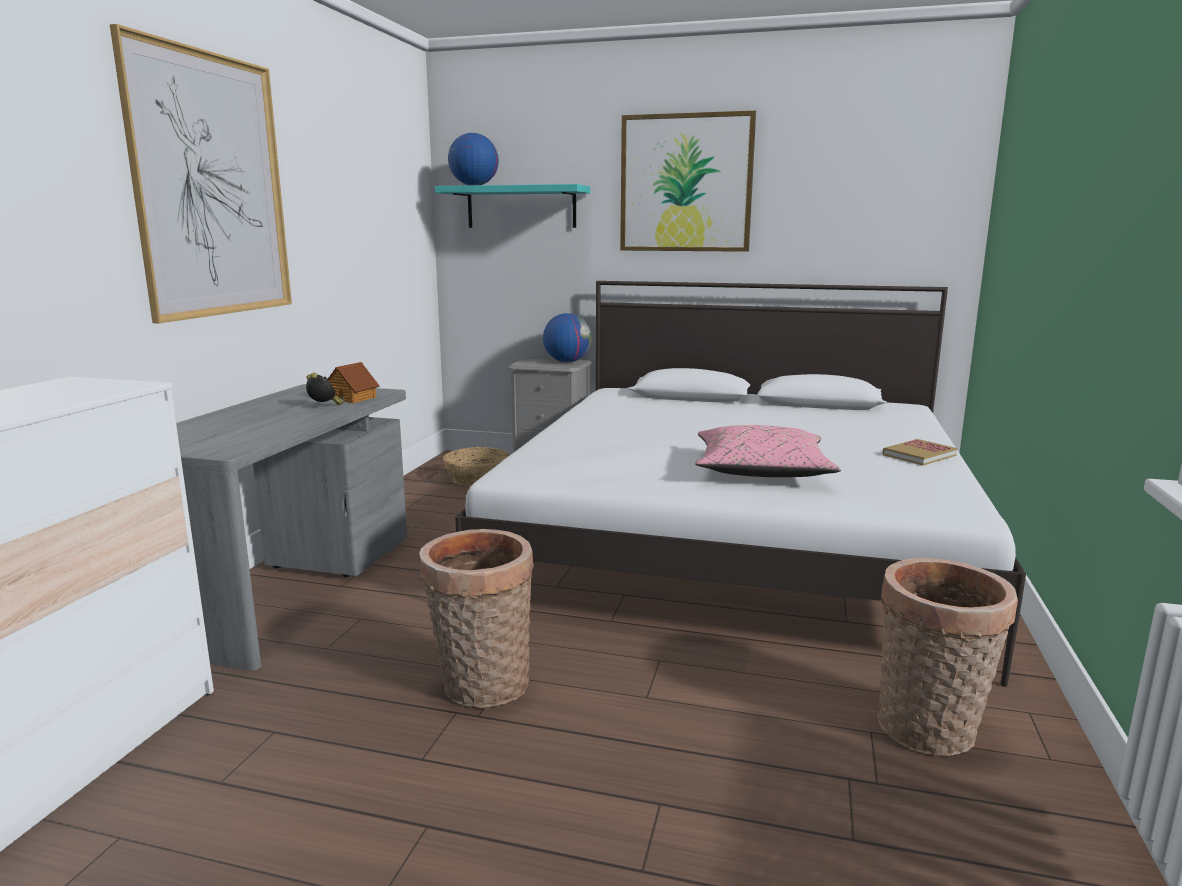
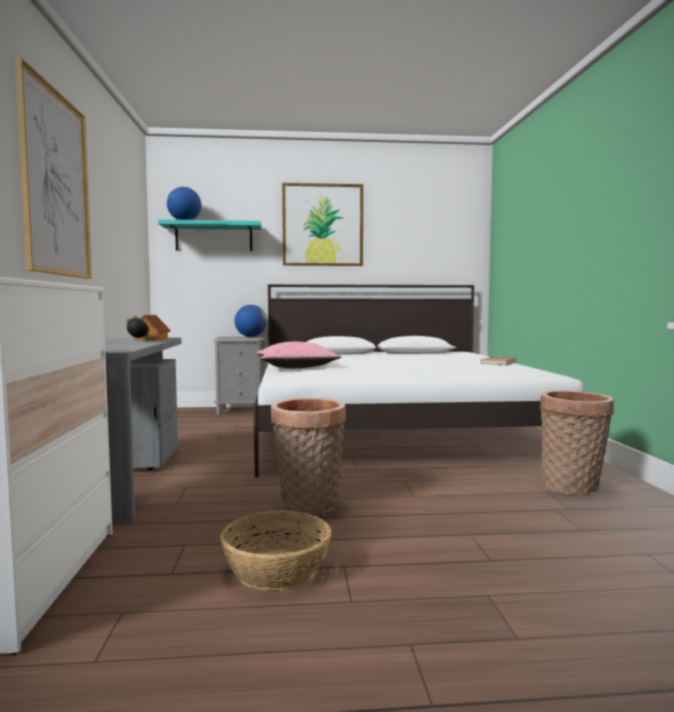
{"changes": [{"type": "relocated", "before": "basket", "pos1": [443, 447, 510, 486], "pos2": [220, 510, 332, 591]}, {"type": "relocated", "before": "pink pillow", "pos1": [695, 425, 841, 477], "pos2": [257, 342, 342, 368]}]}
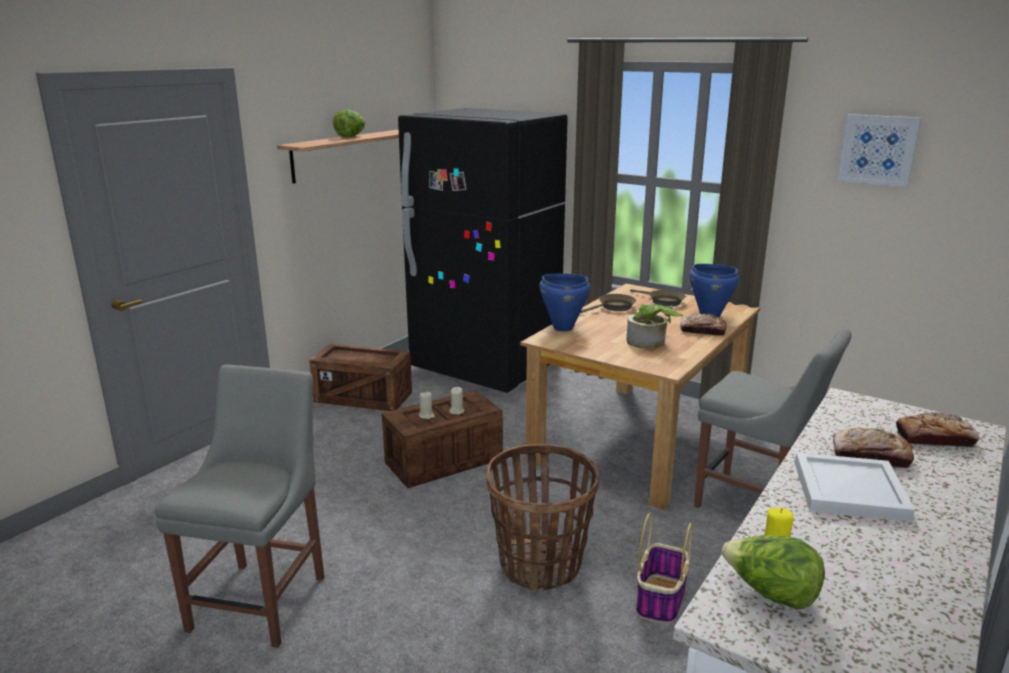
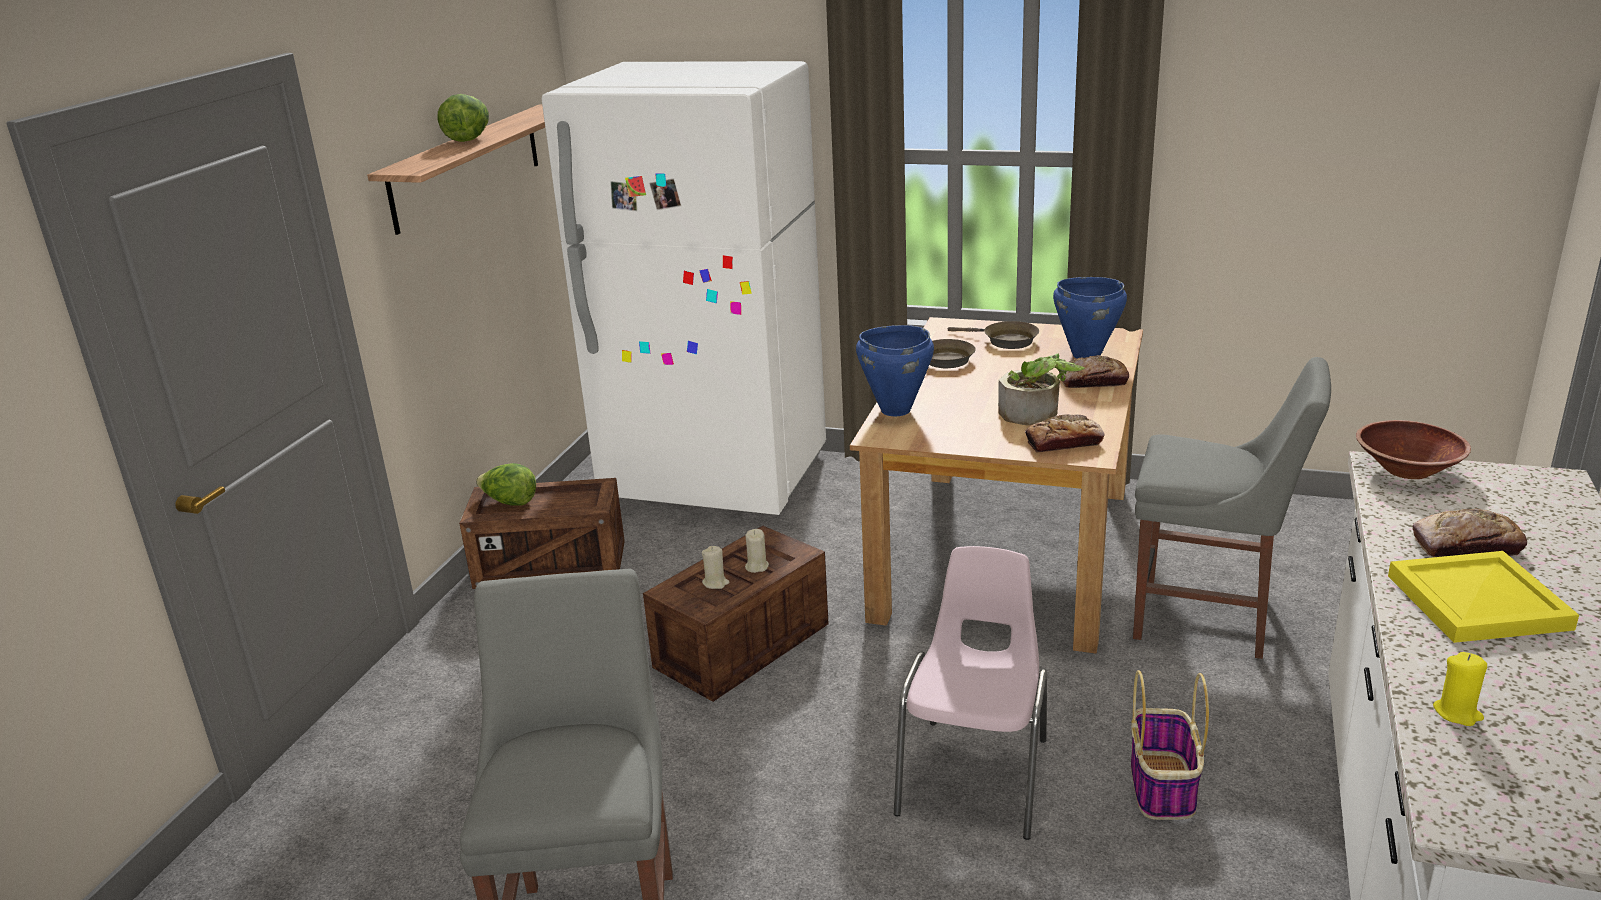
{"changes": [{"type": "missing", "before": "picture", "pos1": [837, 114, 921, 187]}, {"type": "appeared", "after": "brown bowl", "pos2": [1356, 420, 1471, 479]}, {"type": "relocated", "before": "lettuce", "pos1": [722, 535, 825, 609], "pos2": [476, 463, 536, 506]}, {"type": "relocated", "before": "bread", "pos1": [896, 412, 979, 447], "pos2": [1025, 414, 1104, 452]}, {"type": "exchanged", "before": "basket", "after": "pink chair", "pos1": [486, 444, 599, 592], "pos2": [894, 546, 1047, 840]}, {"type": "colour", "before": "black fridge", "after": "white fridge", "pos1": [398, 108, 568, 393], "pos2": [541, 61, 826, 515]}, {"type": "colour", "before": "white tray", "after": "yellow tray", "pos1": [795, 452, 915, 522], "pos2": [1388, 551, 1579, 643]}]}
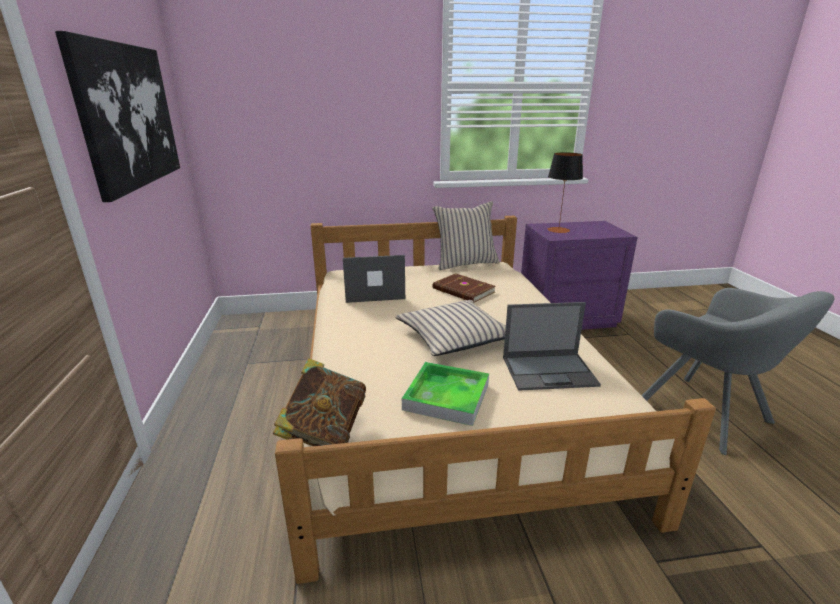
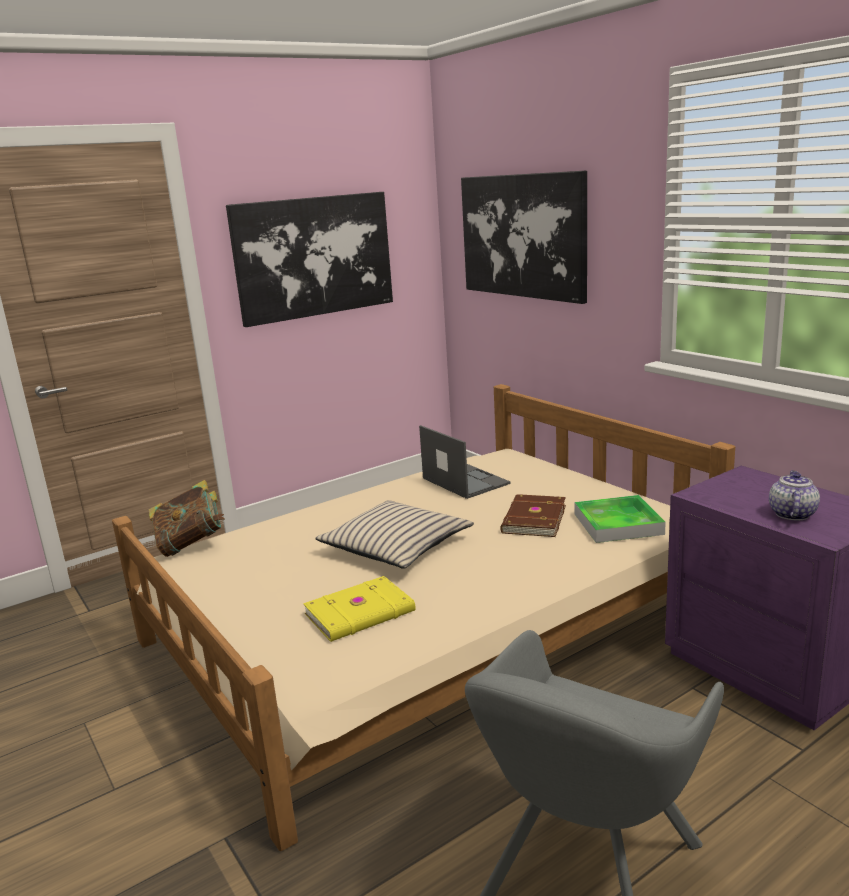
{"changes": [{"type": "missing", "before": "beige pillow", "pos1": [432, 201, 499, 270]}, {"type": "missing", "before": "table lamp", "pos1": [547, 152, 583, 233]}, {"type": "appeared", "after": "picture", "pos2": [461, 171, 587, 304]}, {"type": "appeared", "after": "teapot", "pos2": [769, 470, 820, 521]}, {"type": "relocated", "before": "tray", "pos1": [402, 362, 489, 426], "pos2": [574, 495, 666, 543]}, {"type": "exchanged", "before": "laptop", "after": "yellow book", "pos1": [503, 302, 601, 391], "pos2": [303, 576, 415, 642]}]}
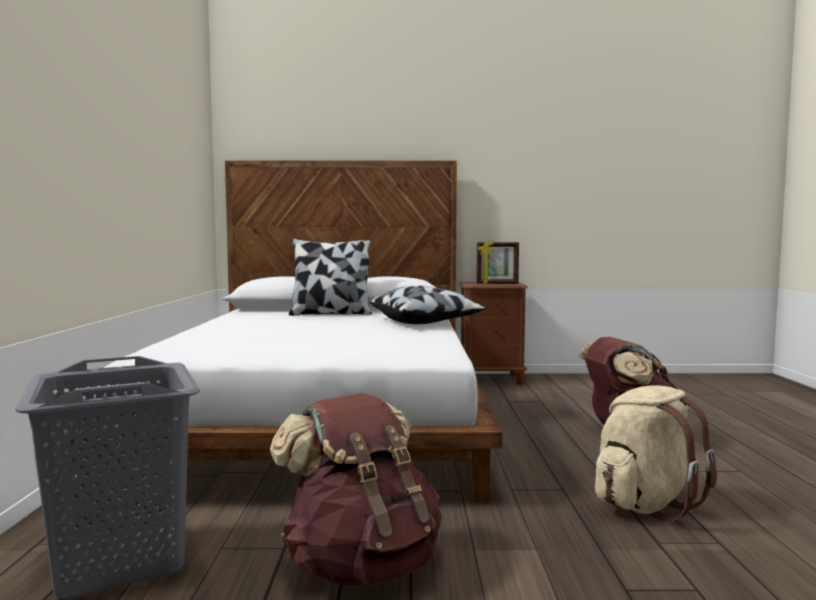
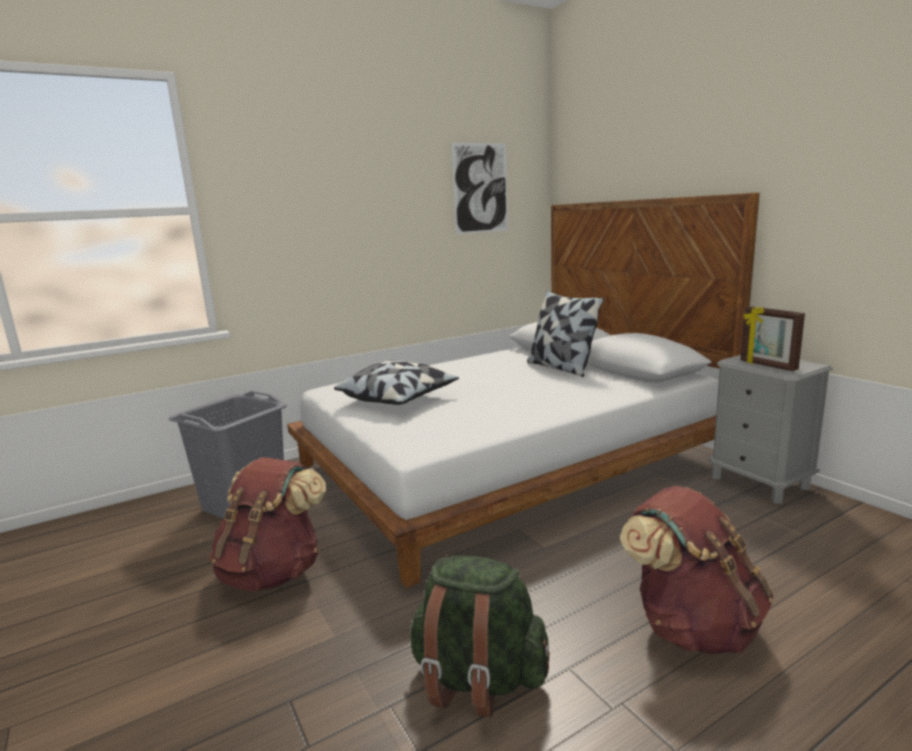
{"changes": [{"type": "appeared", "after": "picture", "pos2": [451, 143, 508, 234]}, {"type": "relocated", "before": "pillow", "pos1": [369, 285, 486, 324], "pos2": [334, 360, 459, 405]}, {"type": "colour", "before": "brown nightstand", "after": "grey nightstand", "pos1": [460, 282, 528, 385], "pos2": [709, 355, 833, 504]}, {"type": "colour", "before": "beige backpack", "after": "green backpack", "pos1": [595, 385, 717, 522], "pos2": [409, 556, 550, 718]}]}
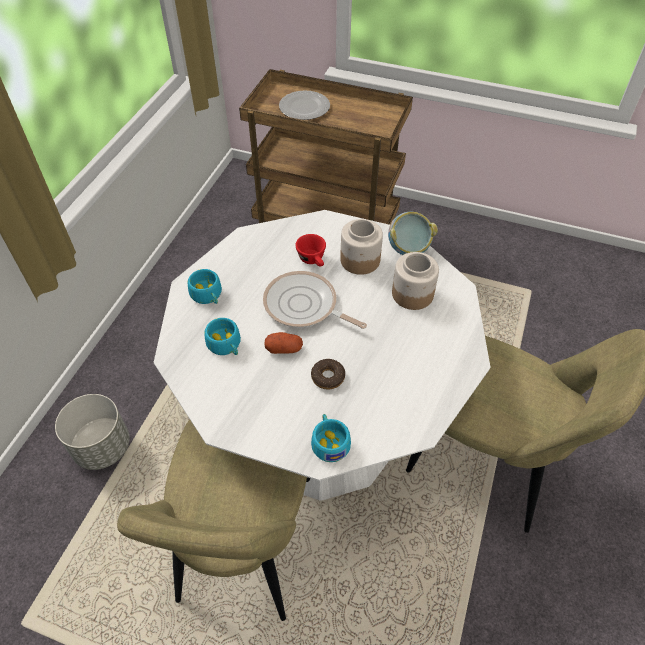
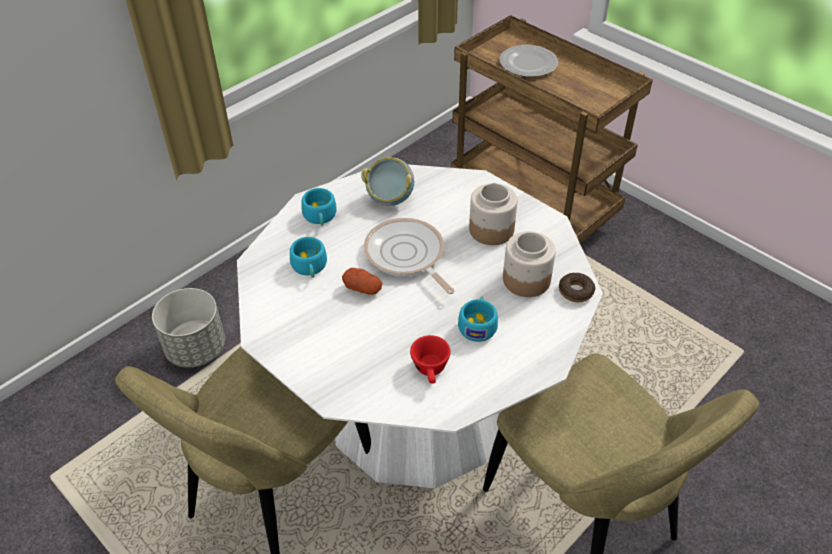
{"changes": [{"type": "relocated", "before": "red cup", "pos1": [295, 234, 326, 266], "pos2": [410, 335, 451, 383]}, {"type": "relocated", "before": "donut", "pos1": [311, 359, 345, 390], "pos2": [559, 273, 595, 302]}, {"type": "relocated", "before": "turquoise cup", "pos1": [311, 414, 351, 462], "pos2": [458, 297, 498, 342]}, {"type": "relocated", "before": "bowl", "pos1": [388, 212, 438, 255], "pos2": [361, 157, 414, 206]}]}
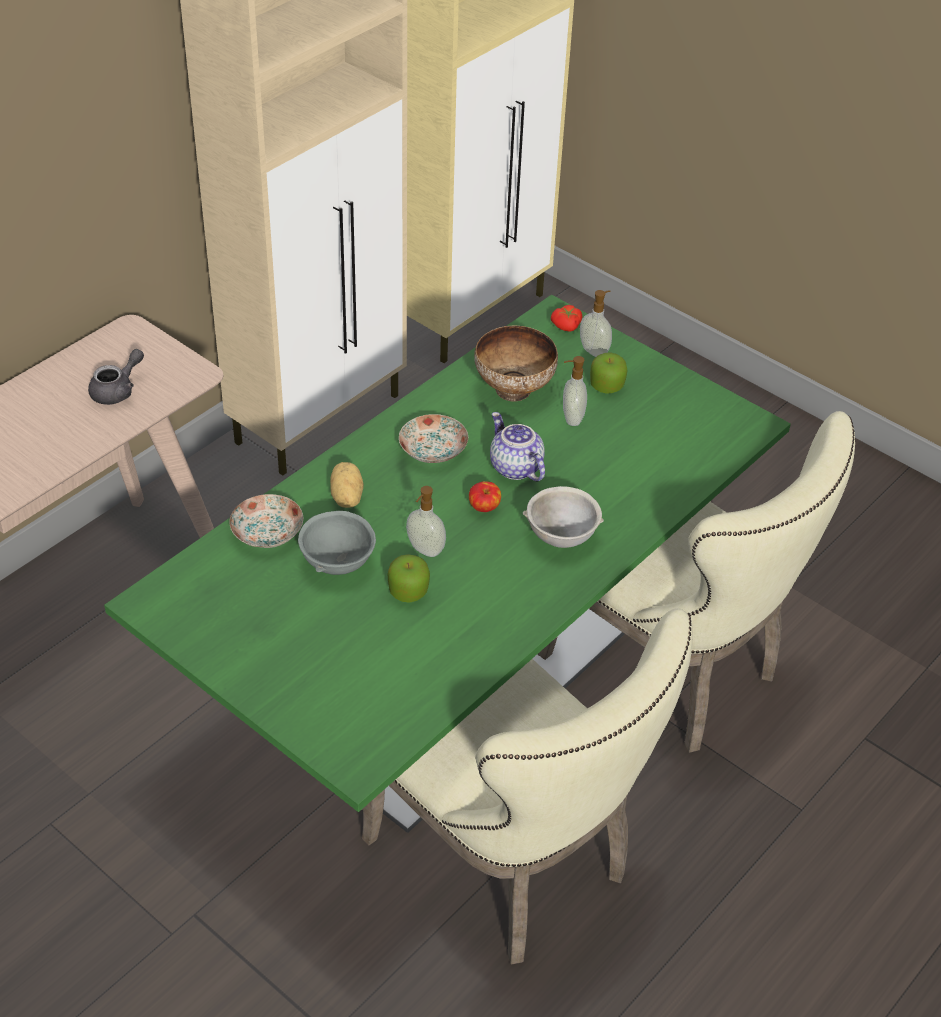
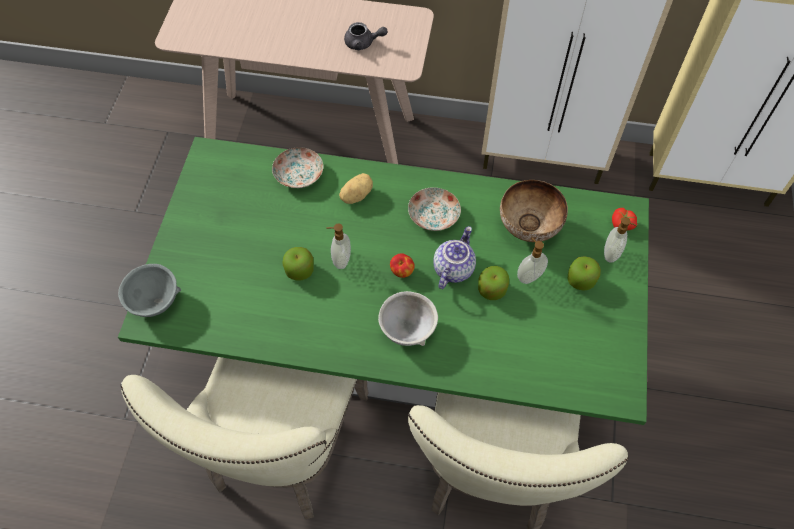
{"changes": [{"type": "appeared", "after": "apple", "pos2": [478, 266, 509, 300]}, {"type": "relocated", "before": "grey bowl", "pos1": [298, 511, 376, 575], "pos2": [118, 264, 181, 317]}]}
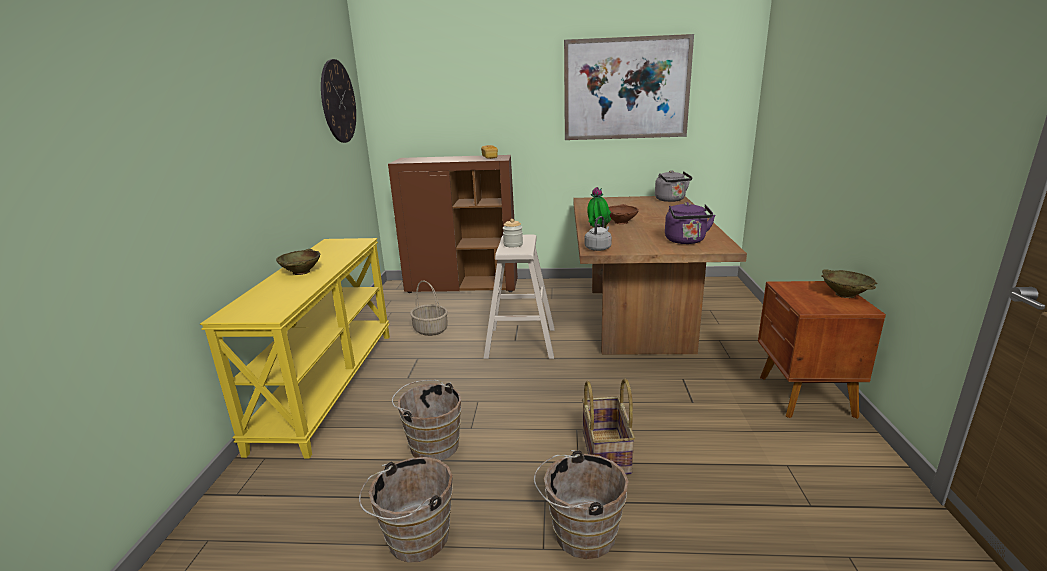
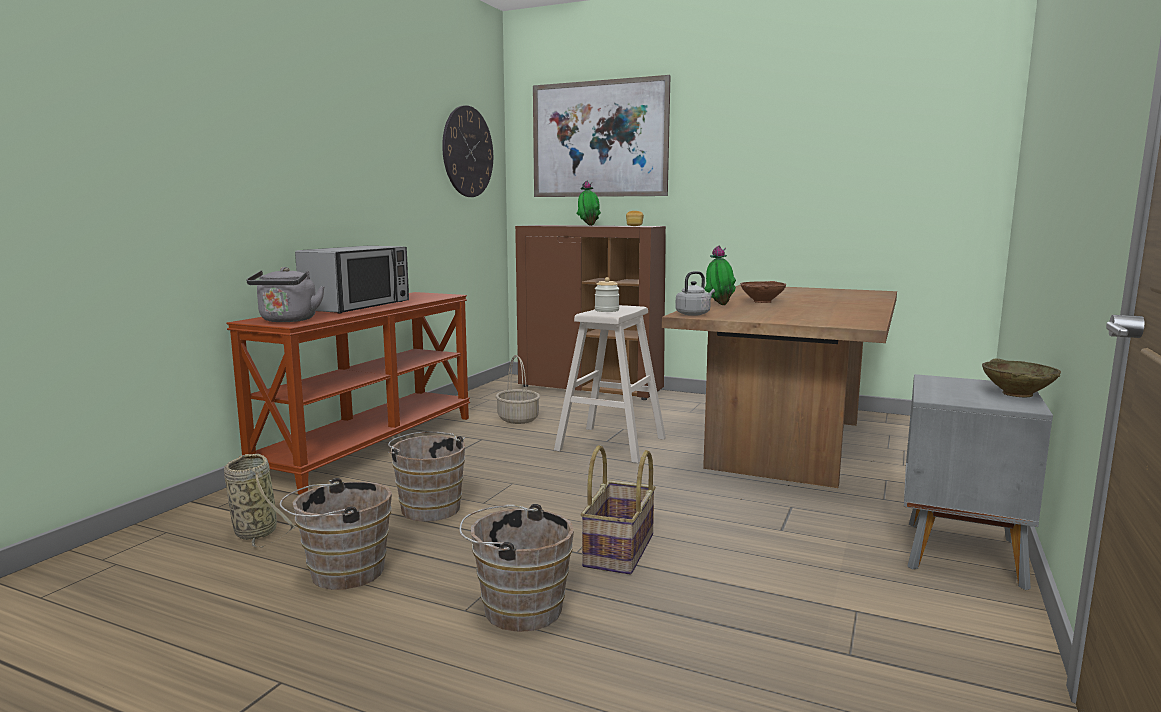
{"changes": [{"type": "missing", "before": "purple kettle", "pos1": [665, 202, 715, 244]}, {"type": "appeared", "after": "basket", "pos2": [224, 454, 297, 548]}, {"type": "appeared", "after": "potted plant", "pos2": [577, 181, 601, 226]}, {"type": "relocated", "before": "picture", "pos1": [564, 34, 694, 140], "pos2": [533, 75, 671, 197]}, {"type": "relocated", "before": "grey kettle", "pos1": [655, 170, 692, 202], "pos2": [246, 267, 325, 322]}, {"type": "exchanged", "before": "beige bowl", "after": "microwave", "pos1": [276, 249, 321, 275], "pos2": [295, 246, 409, 314]}, {"type": "colour", "before": "yellow console table", "after": "brown console table", "pos1": [200, 238, 390, 459], "pos2": [226, 292, 470, 494]}, {"type": "colour", "before": "brown nightstand", "after": "grey nightstand", "pos1": [758, 281, 886, 419], "pos2": [904, 374, 1053, 590]}]}
